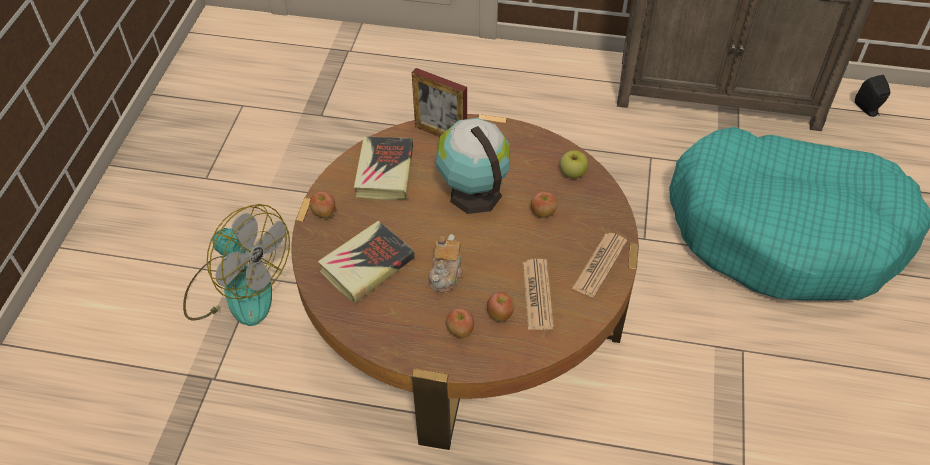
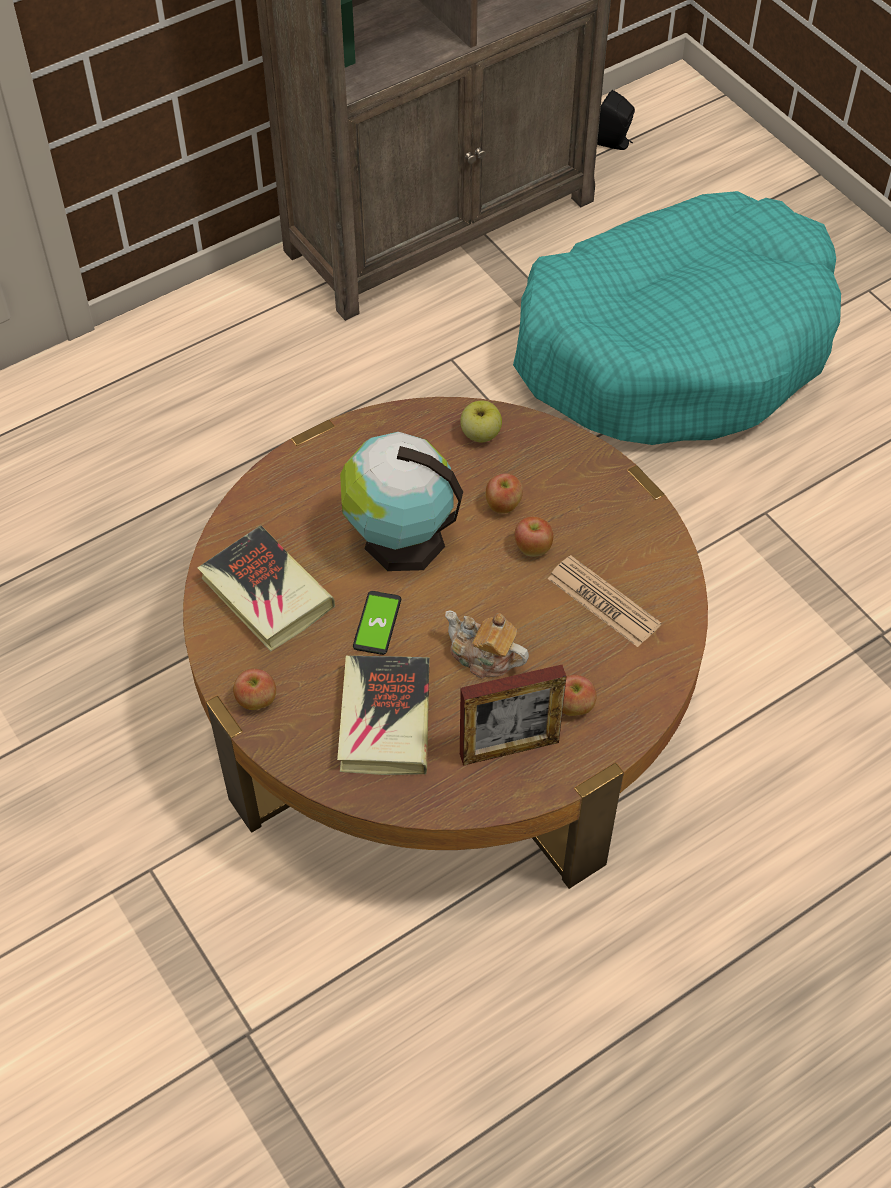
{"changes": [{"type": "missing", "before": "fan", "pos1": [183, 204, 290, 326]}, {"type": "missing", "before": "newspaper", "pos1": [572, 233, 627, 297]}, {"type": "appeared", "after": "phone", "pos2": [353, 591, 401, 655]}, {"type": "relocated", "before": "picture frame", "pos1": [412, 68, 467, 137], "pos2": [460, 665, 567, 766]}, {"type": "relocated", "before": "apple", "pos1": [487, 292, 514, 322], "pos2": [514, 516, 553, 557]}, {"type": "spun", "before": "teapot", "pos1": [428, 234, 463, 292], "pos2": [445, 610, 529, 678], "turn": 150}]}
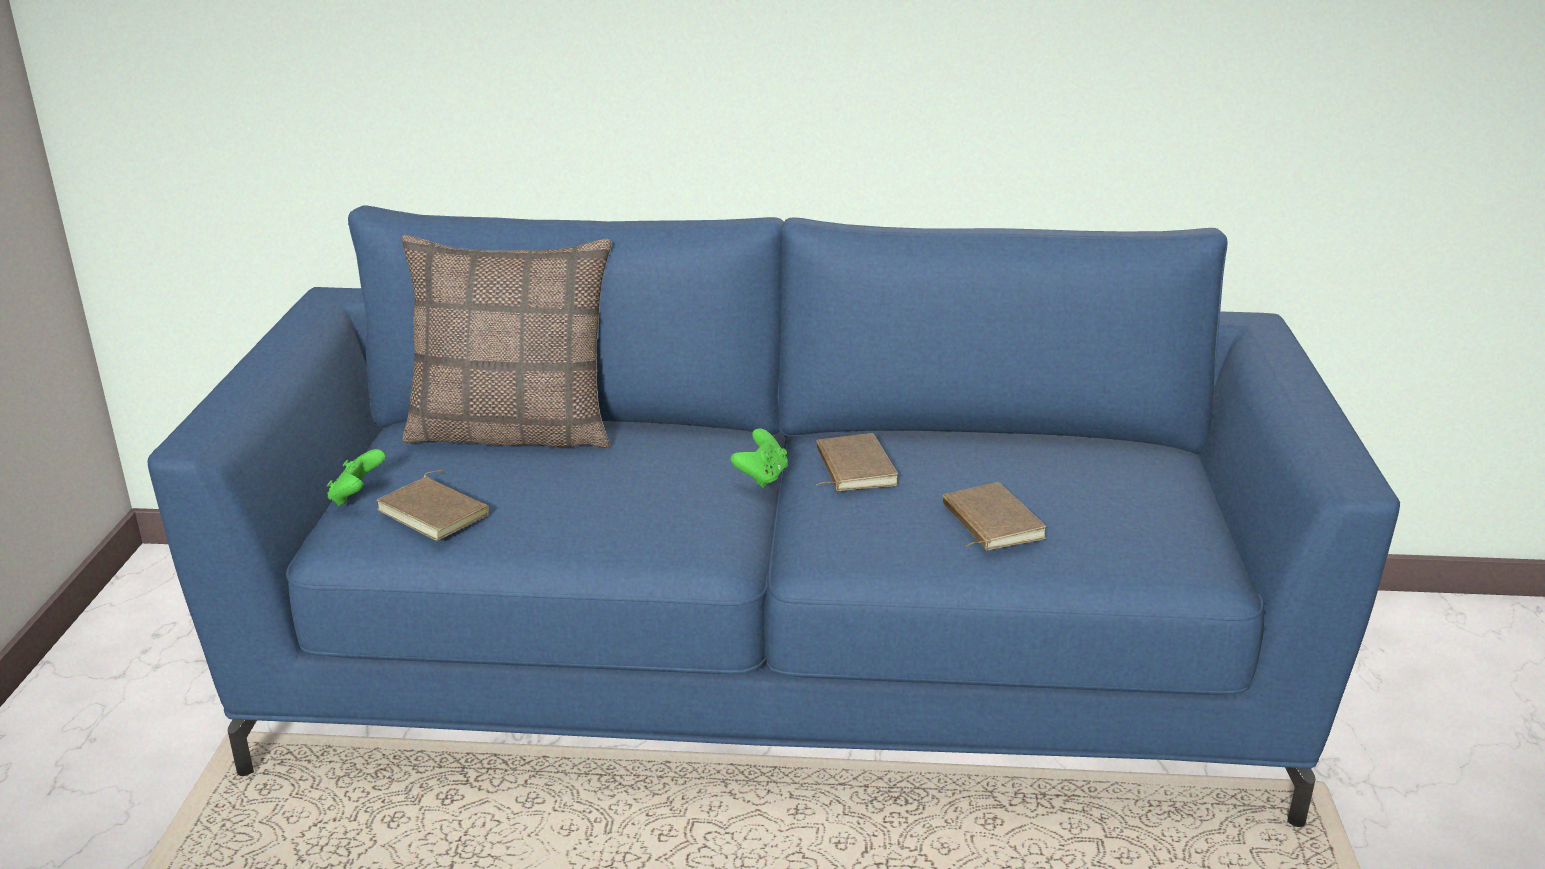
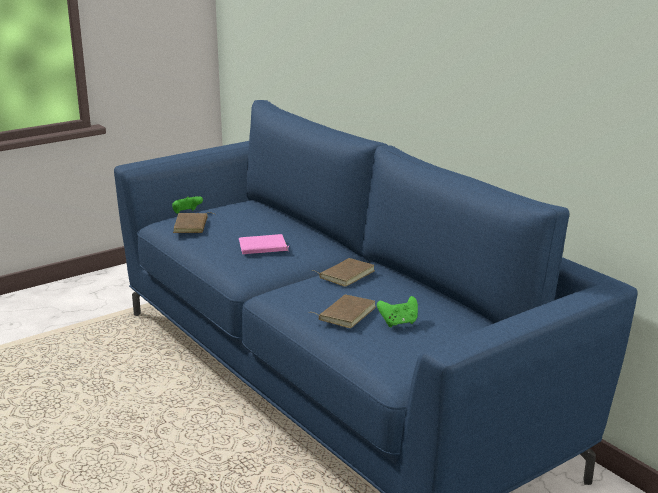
{"changes": [{"type": "missing", "before": "pillow", "pos1": [402, 235, 612, 449]}, {"type": "appeared", "after": "pink book", "pos2": [239, 234, 289, 254]}, {"type": "relocated", "before": "green game controller", "pos1": [730, 429, 788, 488], "pos2": [377, 296, 418, 327]}]}
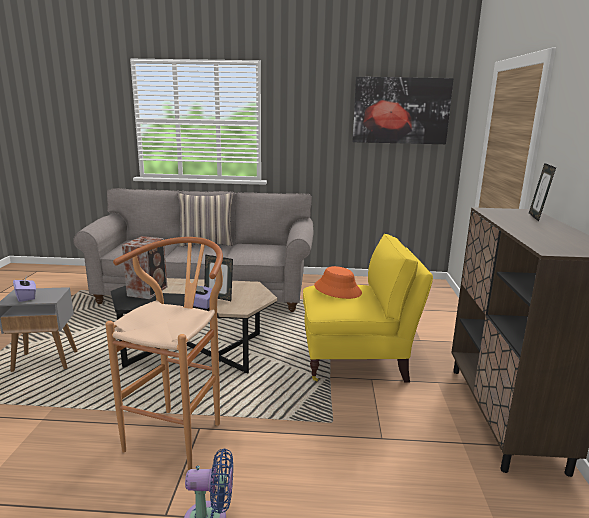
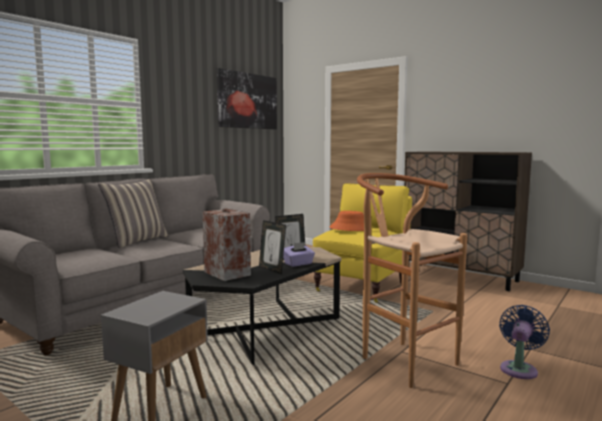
{"changes": [{"type": "missing", "before": "purple tissue box", "pos1": [13, 278, 36, 302]}, {"type": "relocated", "before": "picture frame", "pos1": [529, 163, 556, 222], "pos2": [259, 220, 286, 274]}]}
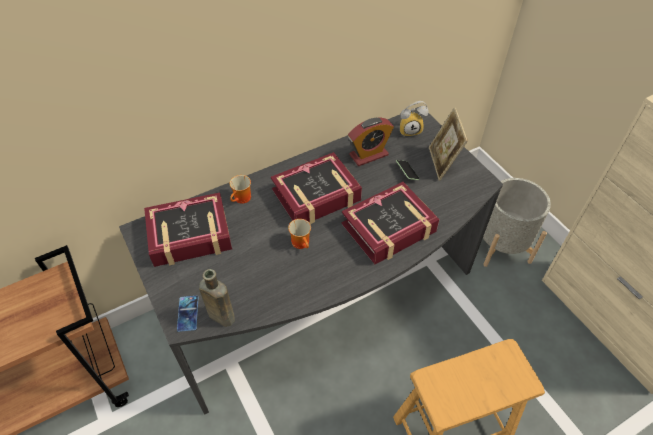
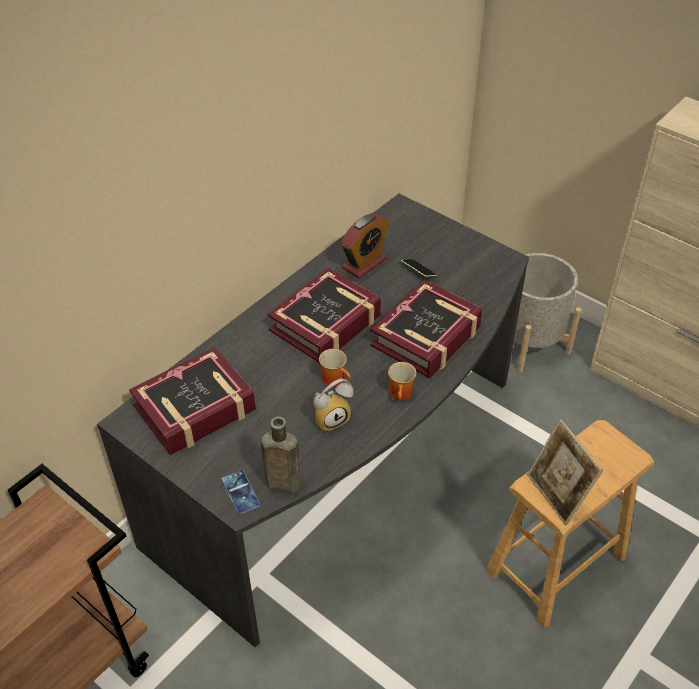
{"changes": [{"type": "relocated", "before": "mug", "pos1": [230, 175, 251, 204], "pos2": [388, 362, 416, 400]}, {"type": "relocated", "before": "alarm clock", "pos1": [400, 101, 428, 136], "pos2": [314, 379, 354, 432]}, {"type": "relocated", "before": "picture frame", "pos1": [429, 107, 468, 181], "pos2": [527, 419, 603, 525]}]}
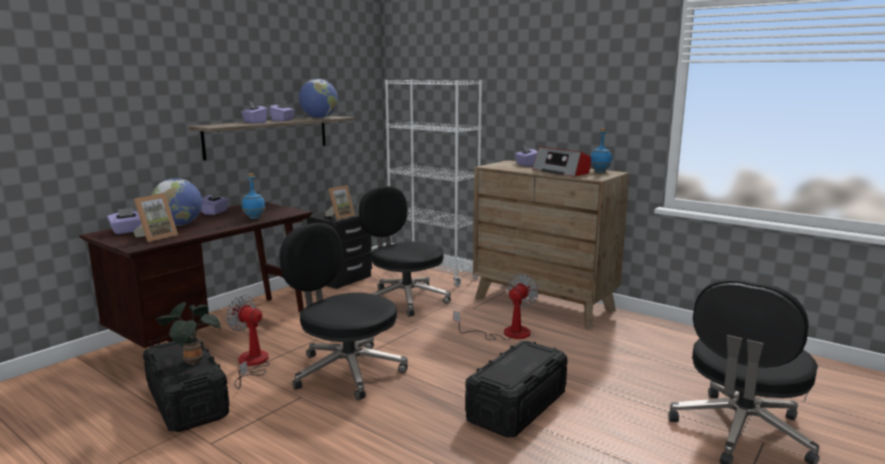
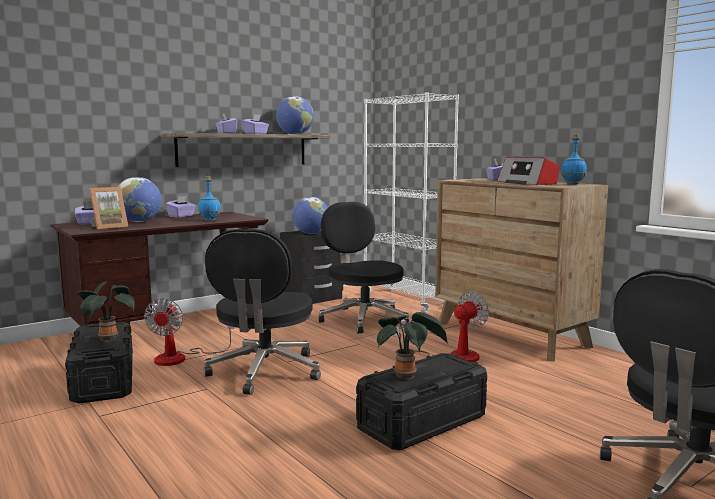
{"changes": [{"type": "appeared", "after": "potted plant", "pos2": [377, 312, 448, 379]}, {"type": "exchanged", "before": "picture frame", "after": "globe", "pos1": [325, 185, 355, 220], "pos2": [292, 197, 328, 234]}, {"type": "spun", "before": "fan", "pos1": [226, 295, 270, 389], "pos2": [144, 298, 235, 366], "turn": -135}, {"type": "spun", "before": "black office chair", "pos1": [279, 223, 408, 400], "pos2": [204, 229, 321, 395], "turn": -135}]}
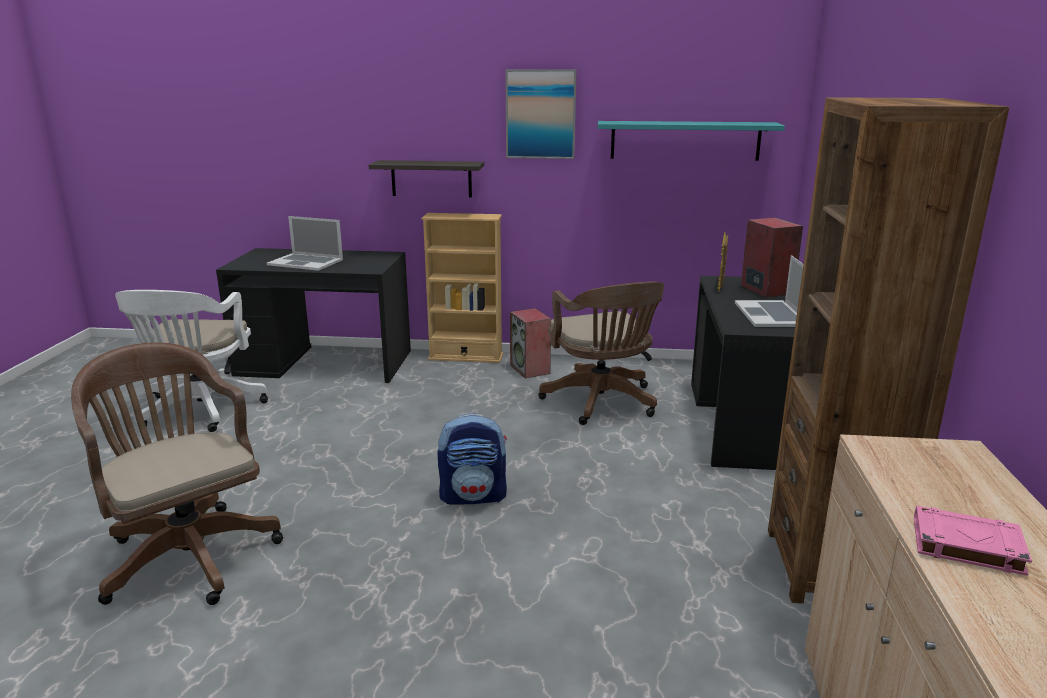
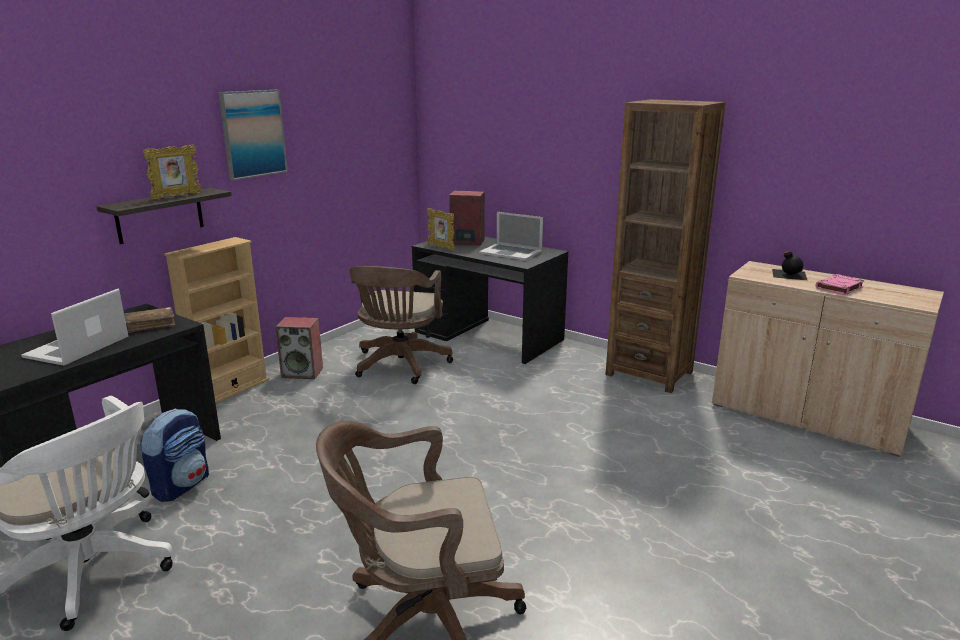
{"changes": [{"type": "missing", "before": "turquoise shelf", "pos1": [598, 121, 785, 161]}, {"type": "appeared", "after": "brown book", "pos2": [124, 307, 175, 333]}, {"type": "appeared", "after": "picture frame", "pos2": [143, 145, 202, 199]}, {"type": "appeared", "after": "black bottle", "pos2": [772, 251, 808, 281]}, {"type": "relocated", "before": "backpack", "pos1": [438, 413, 507, 505], "pos2": [140, 409, 209, 502]}, {"type": "spun", "before": "laptop", "pos1": [267, 216, 343, 271], "pos2": [21, 289, 129, 365], "turn": 150}, {"type": "spun", "before": "brown office chair", "pos1": [538, 282, 664, 425], "pos2": [349, 266, 453, 384], "turn": 90}]}
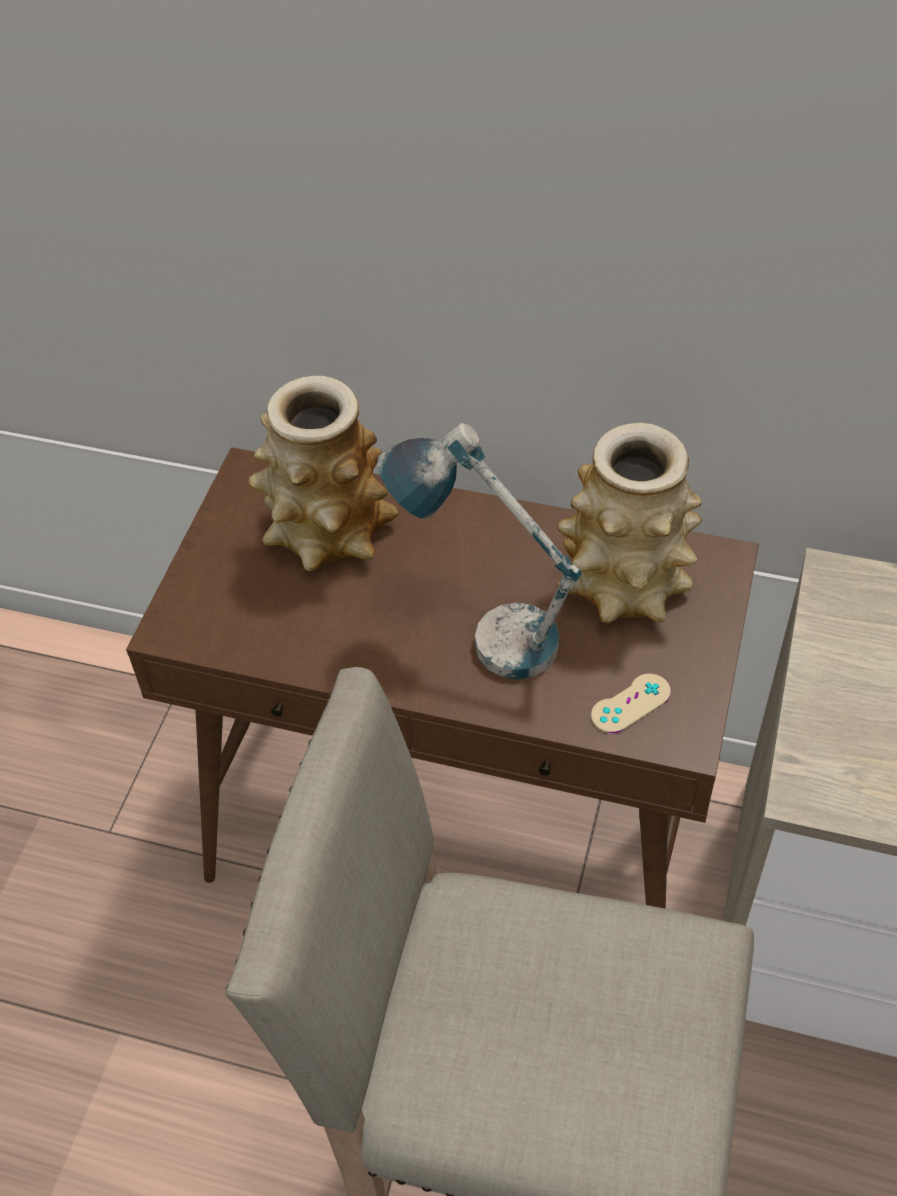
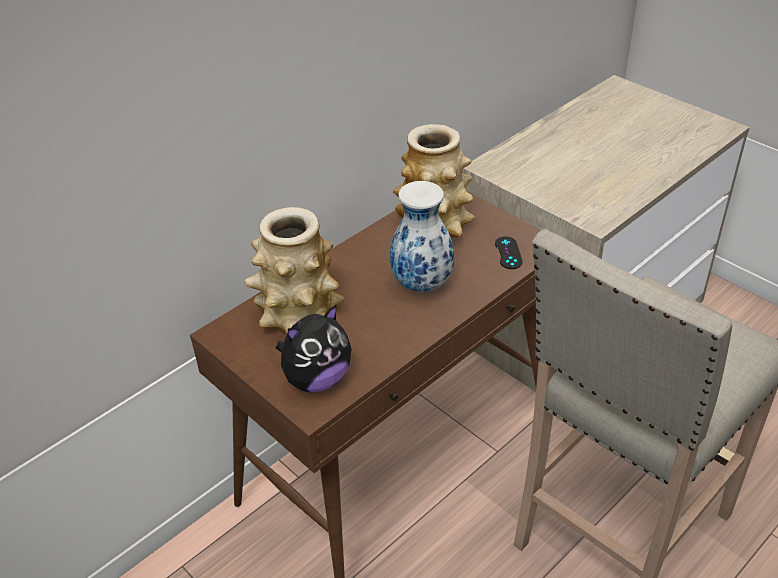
{"changes": [{"type": "appeared", "after": "plush toy", "pos2": [276, 305, 351, 392]}, {"type": "exchanged", "before": "table lamp", "after": "vase", "pos1": [377, 423, 582, 679], "pos2": [390, 181, 454, 292]}, {"type": "colour", "before": "beige game controller", "after": "black game controller", "pos1": [591, 674, 671, 733], "pos2": [495, 236, 523, 269]}]}
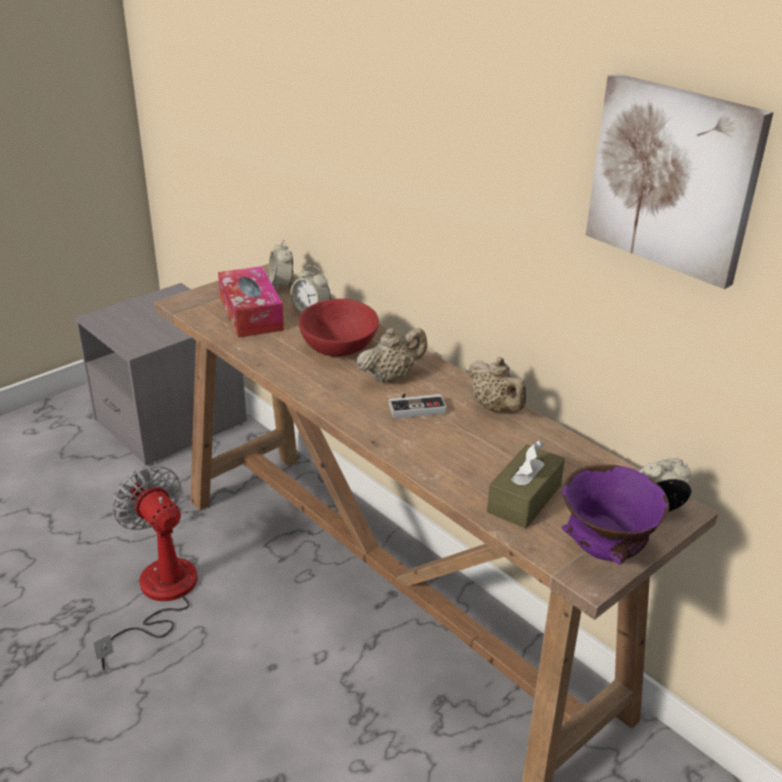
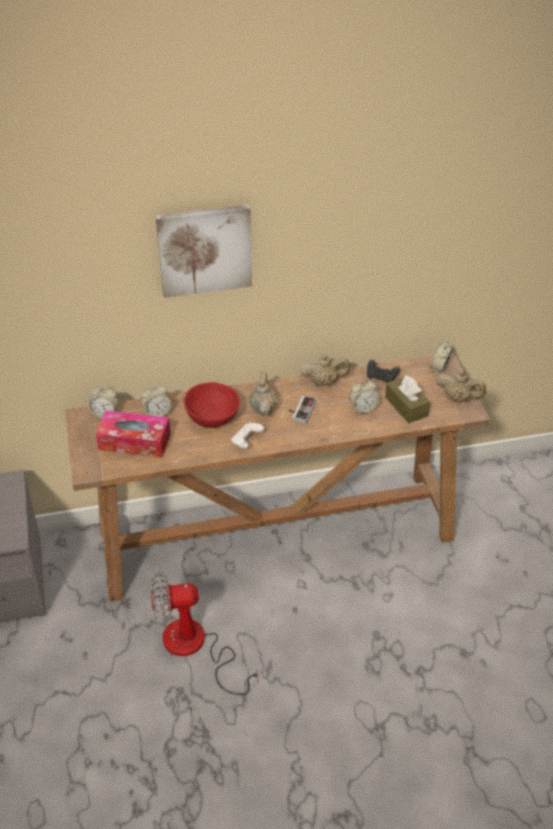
{"changes": [{"type": "appeared", "after": "white game controller", "pos2": [231, 422, 264, 449]}, {"type": "appeared", "after": "alarm clock", "pos2": [349, 378, 380, 414]}, {"type": "appeared", "after": "black game controller", "pos2": [367, 360, 400, 383]}, {"type": "relocated", "before": "picture", "pos1": [586, 73, 774, 289], "pos2": [156, 205, 252, 298]}, {"type": "exchanged", "before": "purple bowl", "after": "beige teapot", "pos1": [562, 465, 669, 565], "pos2": [436, 370, 486, 403]}]}
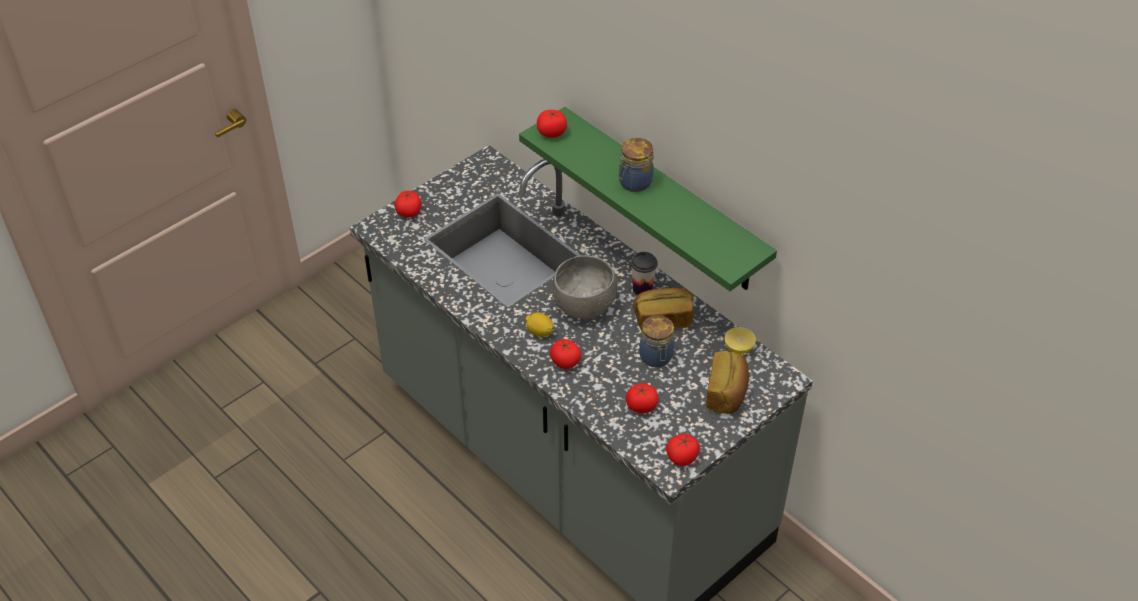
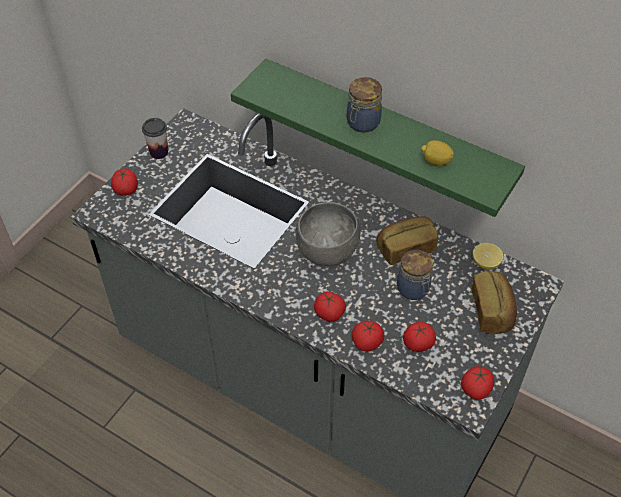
{"changes": [{"type": "relocated", "before": "lemon", "pos1": [525, 313, 554, 337], "pos2": [421, 140, 454, 166]}, {"type": "relocated", "before": "tomato", "pos1": [537, 110, 567, 138], "pos2": [352, 321, 385, 351]}, {"type": "relocated", "before": "cup", "pos1": [631, 252, 658, 295], "pos2": [142, 118, 168, 159]}]}
